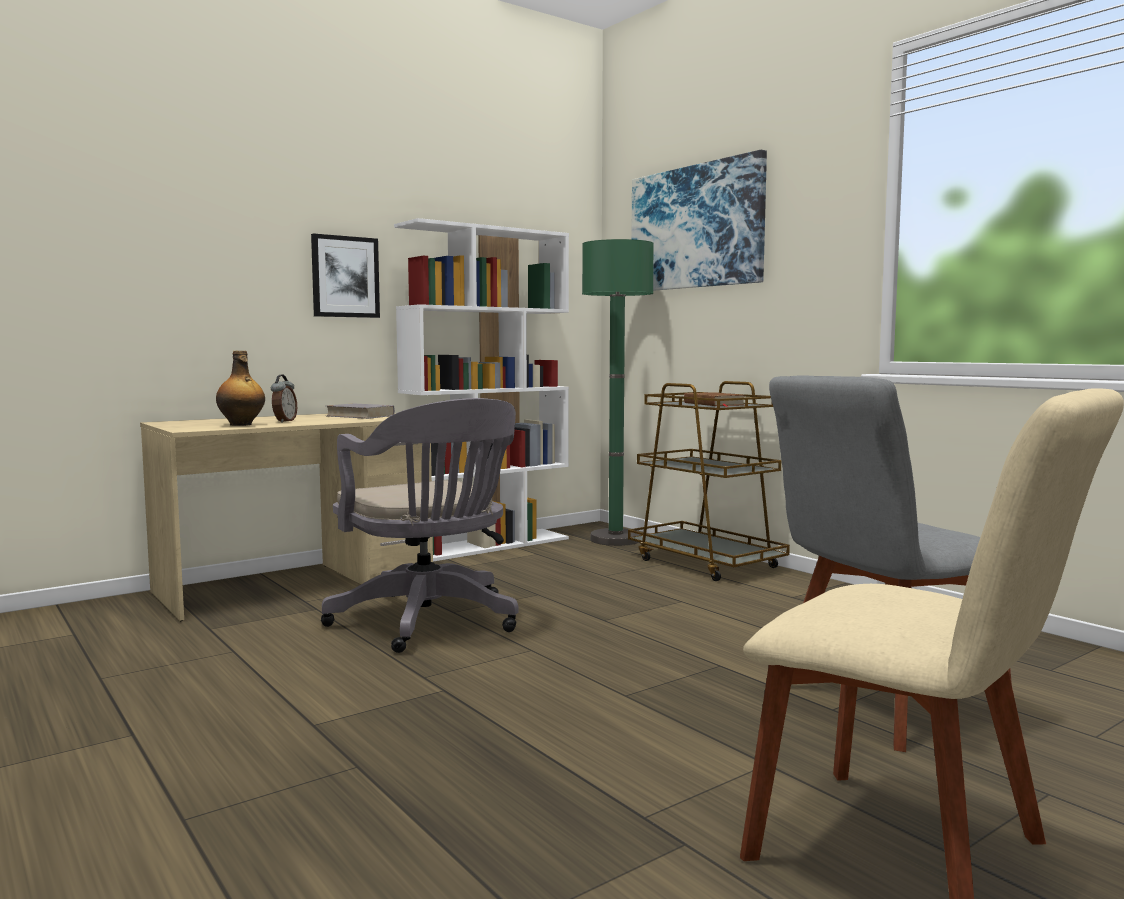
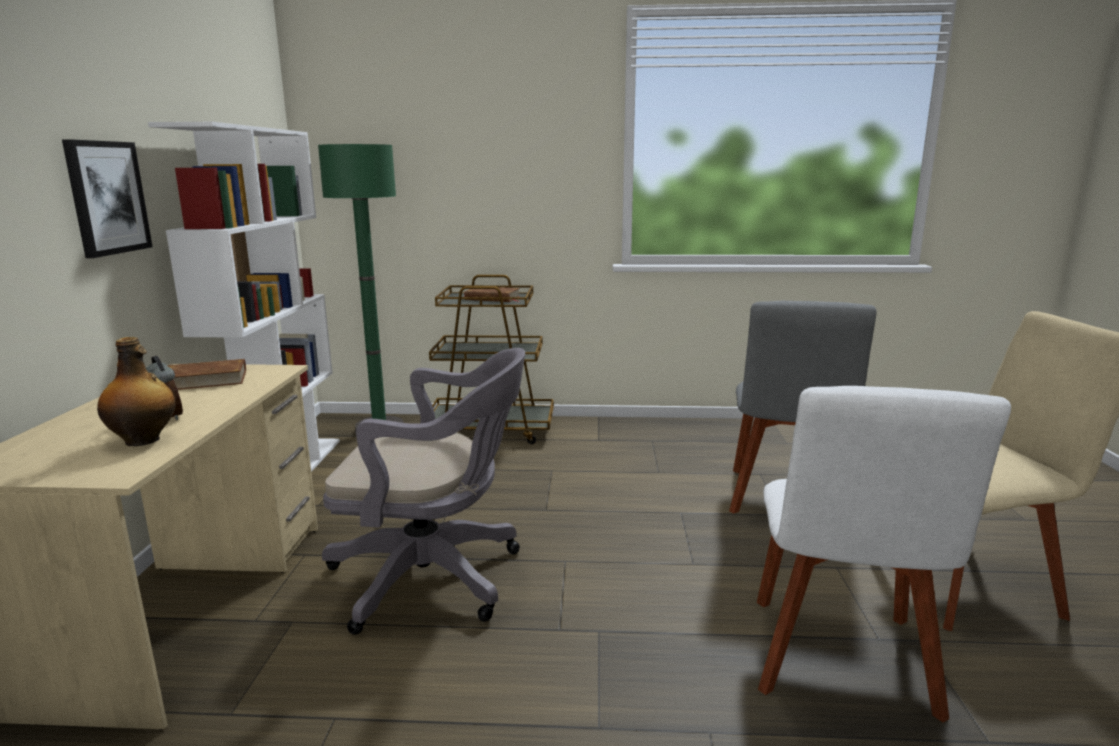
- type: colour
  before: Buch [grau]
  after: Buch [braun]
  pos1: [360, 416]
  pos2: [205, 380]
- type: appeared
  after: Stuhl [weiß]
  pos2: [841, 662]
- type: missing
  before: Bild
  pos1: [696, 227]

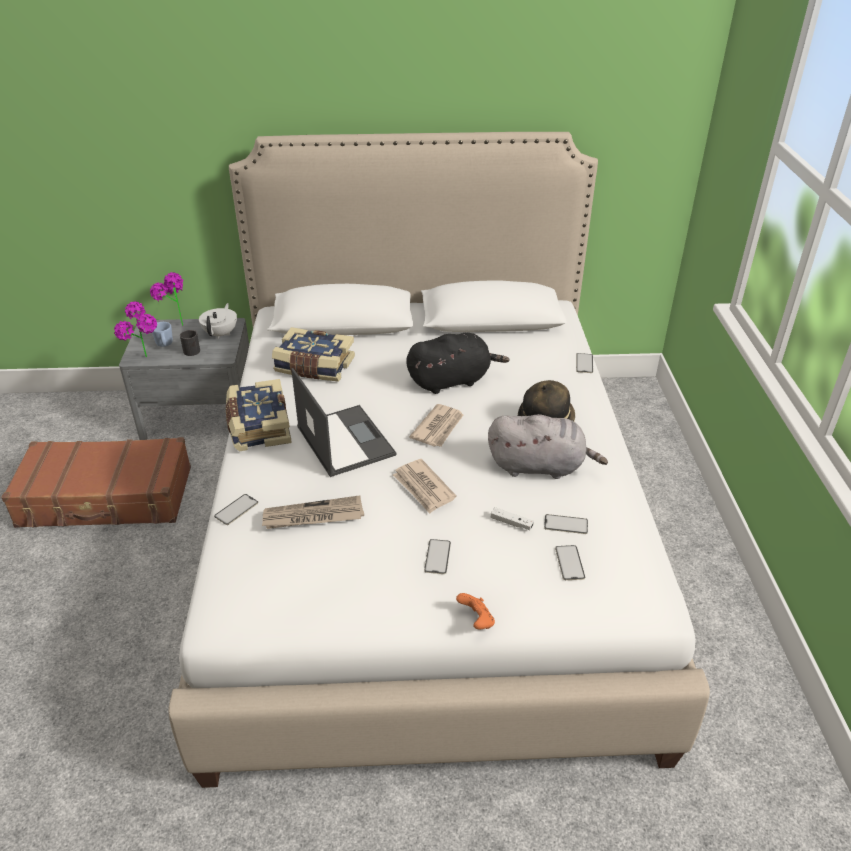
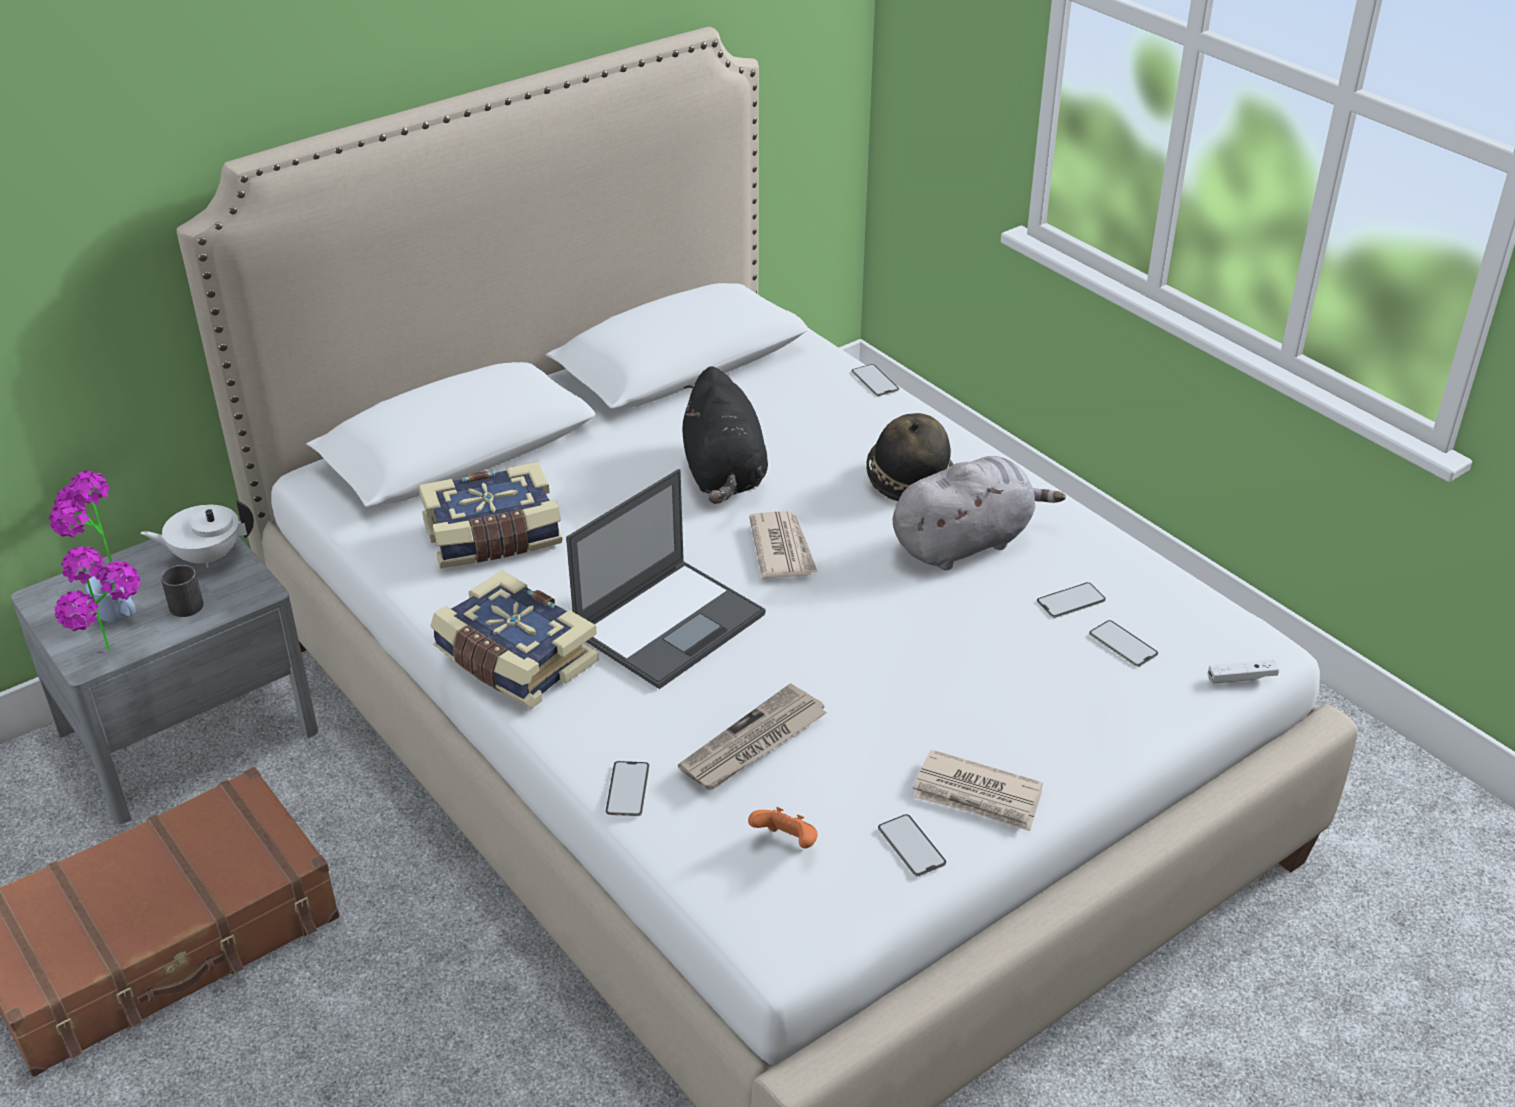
- type: spun
  before: Teekanne [weiß]
  pos1: [221, 334]
  pos2: [206, 556]
  turn: -75
- type: spun
  before: Laptop
  pos1: [344, 440]
  pos2: [670, 622]
  turn: 105
- type: spun
  before: Plüschtier [schwarz]
  pos1: [452, 380]
  pos2: [724, 475]
  turn: 135
- type: relocated
  before: Gamepad [orange]
  pos1: [476, 621]
  pos2: [786, 843]
- type: relocated
  before: Handy
  pos1: [437, 557]
  pos2: [911, 845]
- type: relocated
  before: Zeitung
  pos1: [423, 488]
  pos2: [978, 795]
- type: relocated
  before: Gamepad [weiß]
  pos1: [511, 523]
  pos2: [1241, 678]

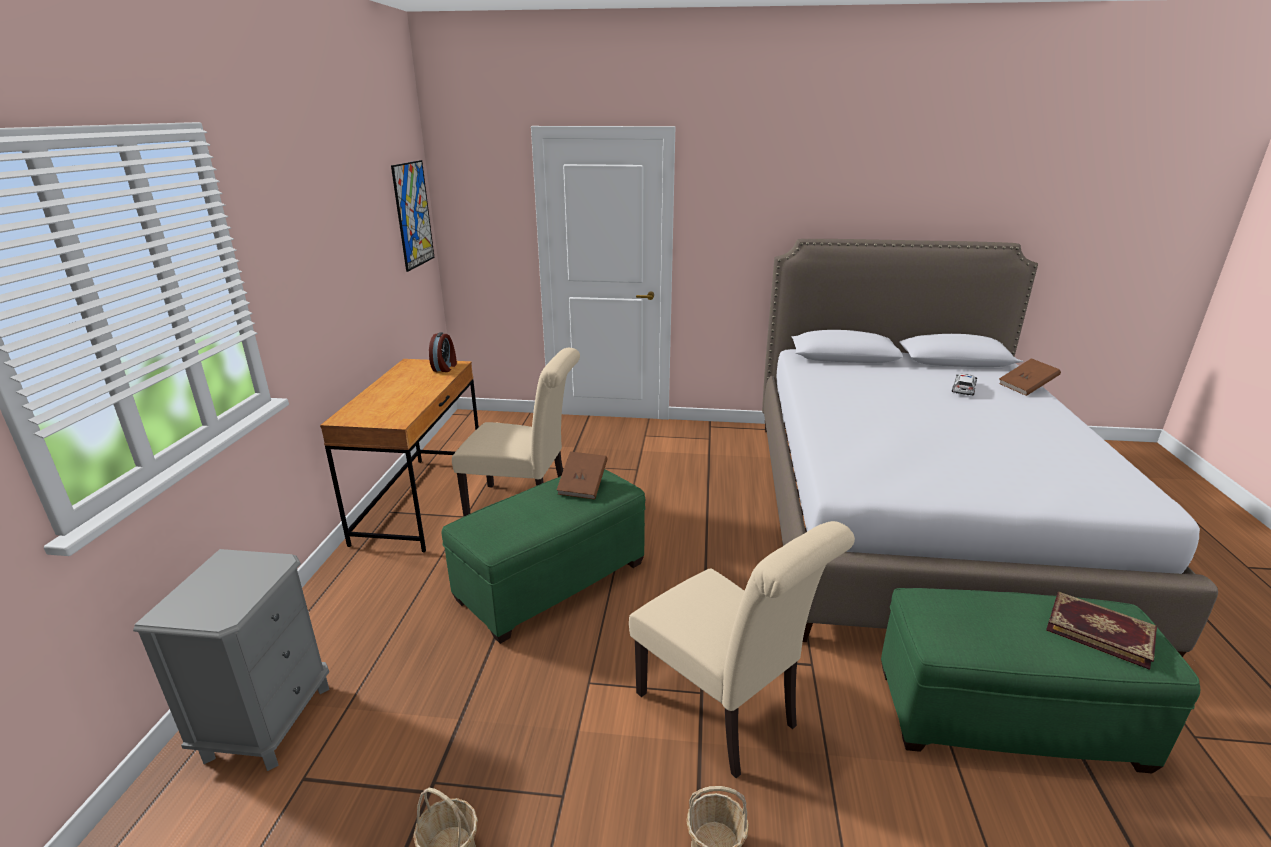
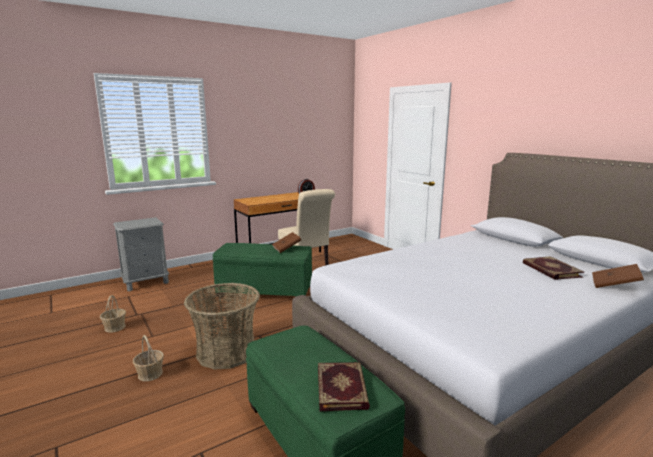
- type: exchanged
  before: Stuhl [beige]
  after: Korb
  pos1: [723, 714]
  pos2: [226, 352]
- type: exchanged
  before: Spielzeugauto
  after: Buch
  pos1: [963, 388]
  pos2: [550, 270]
- type: missing
  before: Bild
  pos1: [413, 215]

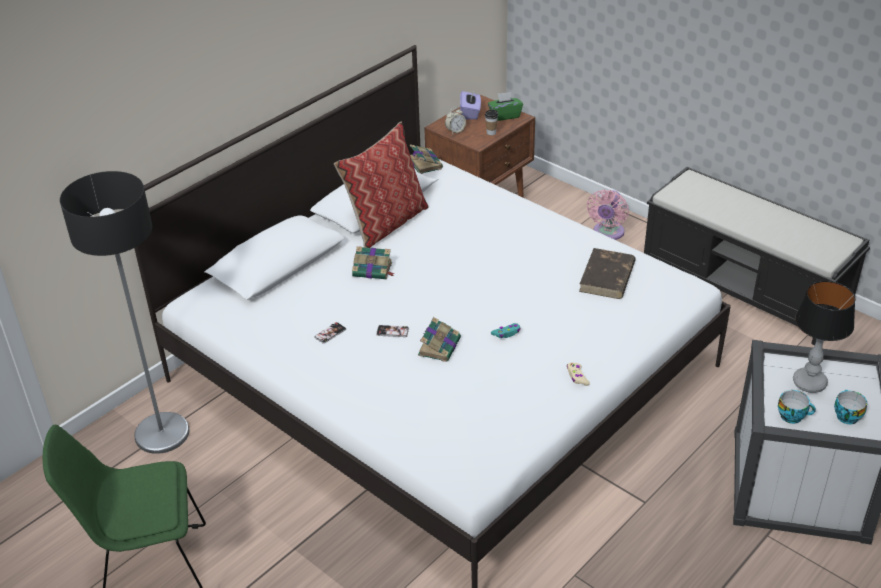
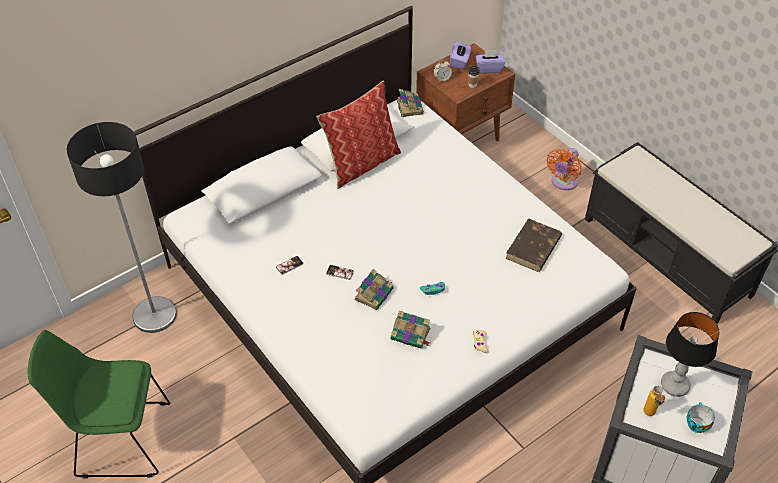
- type: relocated
  before: Buch
  pos1: [373, 270]
  pos2: [411, 334]
- type: colour
  before: Taschentuchbox [grün]
  after: Taschentuchbox [lila]
  pos1: [505, 116]
  pos2: [489, 69]
- type: colour
  before: Ventilator [rosa]
  after: Ventilator [orange]
  pos1: [607, 233]
  pos2: [563, 182]
- type: exchanged
  before: Tasse
  after: Flasche
  pos1: [792, 416]
  pos2: [650, 415]

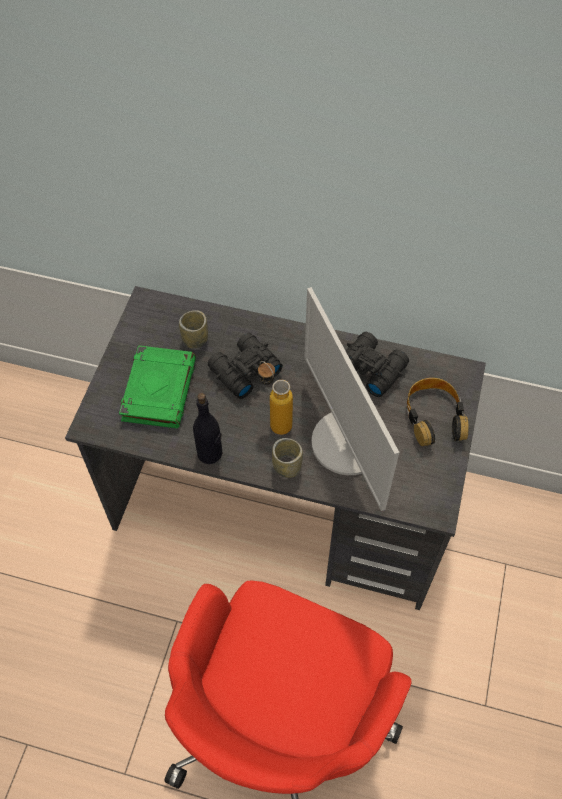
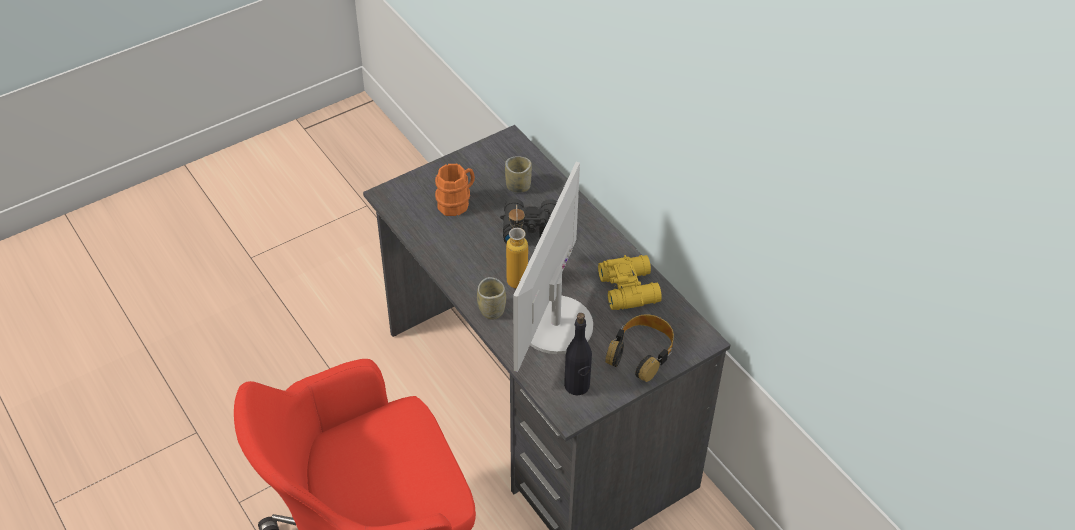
- type: exchanged
  before: Buch [grün]
  after: Henkelbecher [orange]
  pos1: [159, 389]
  pos2: [457, 202]
- type: relocated
  before: Flasche [schwarz]
  pos1: [210, 453]
  pos2: [577, 386]
- type: colour
  before: Fernglas [schwarz]
  after: Fernglas [gelb]
  pos1: [370, 368]
  pos2: [630, 288]

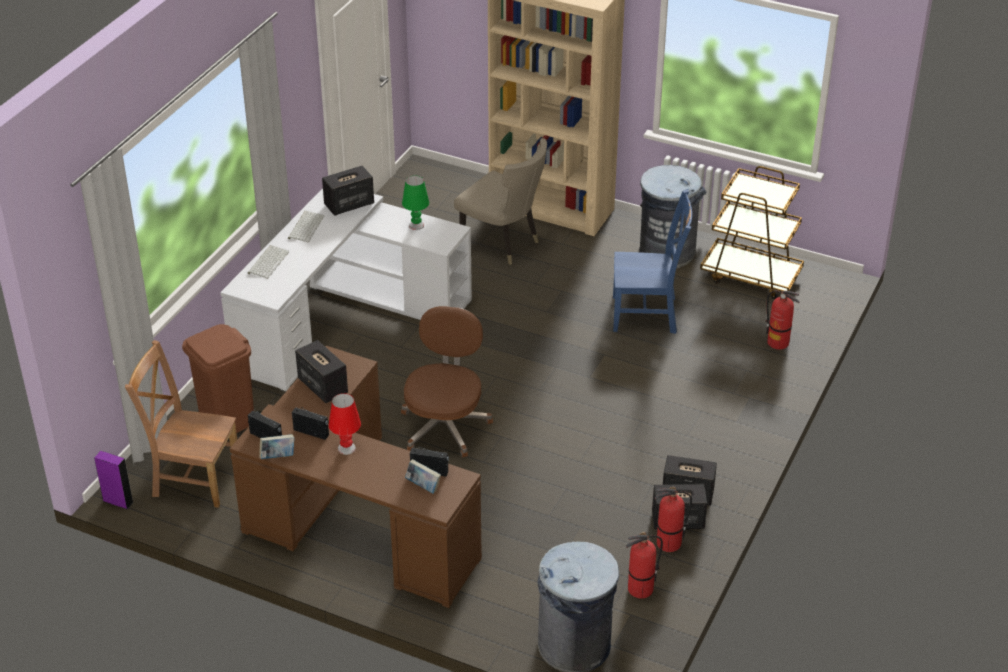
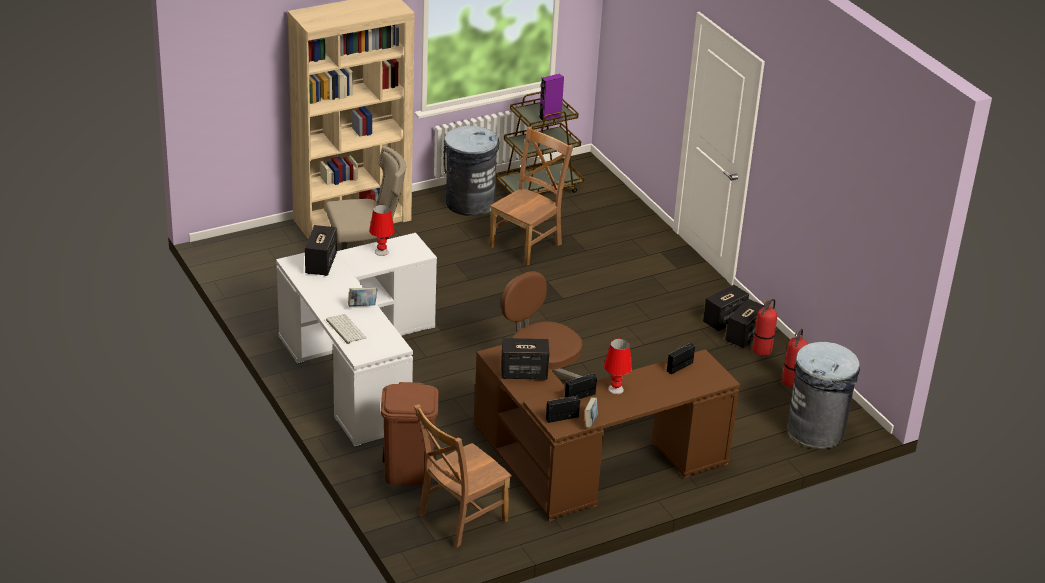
- type: relocated
  before: Buch
  pos1: [423, 486]
  pos2: [362, 306]
- type: colour
  before: Tischlampe [grün]
  after: Tischlampe [rot]
  pos1: [416, 225]
  pos2: [381, 252]
- type: colour
  before: Stuhl [blau]
  after: Stuhl [braun]
  pos1: [647, 315]
  pos2: [527, 244]
- type: relocated
  before: Lautsprecher [lila]
  pos1: [118, 501]
  pos2: [550, 117]
- type: missing
  before: Tastatur
  pos1: [305, 226]
- type: missing
  before: Feuerlöscher
  pos1: [778, 343]

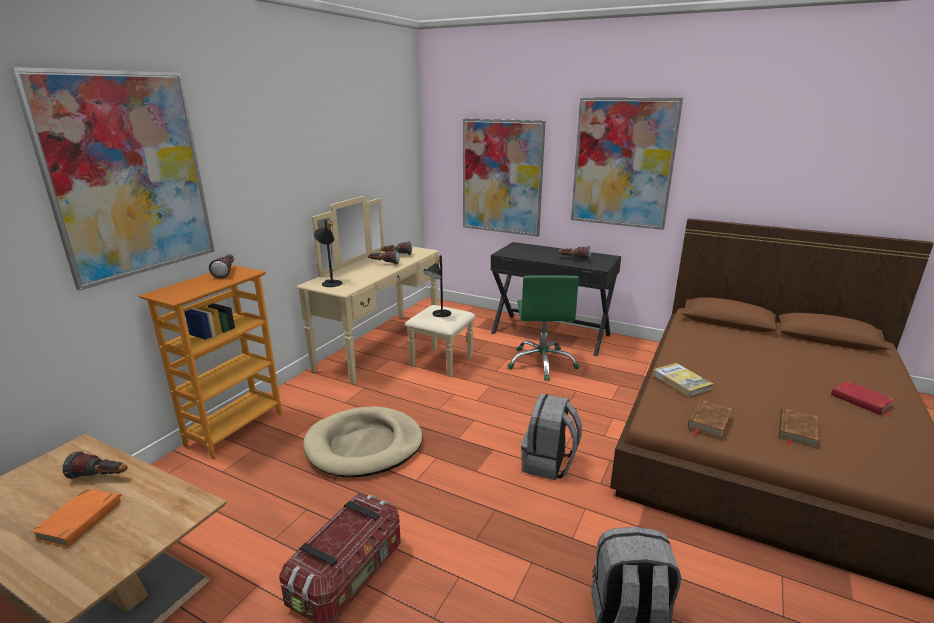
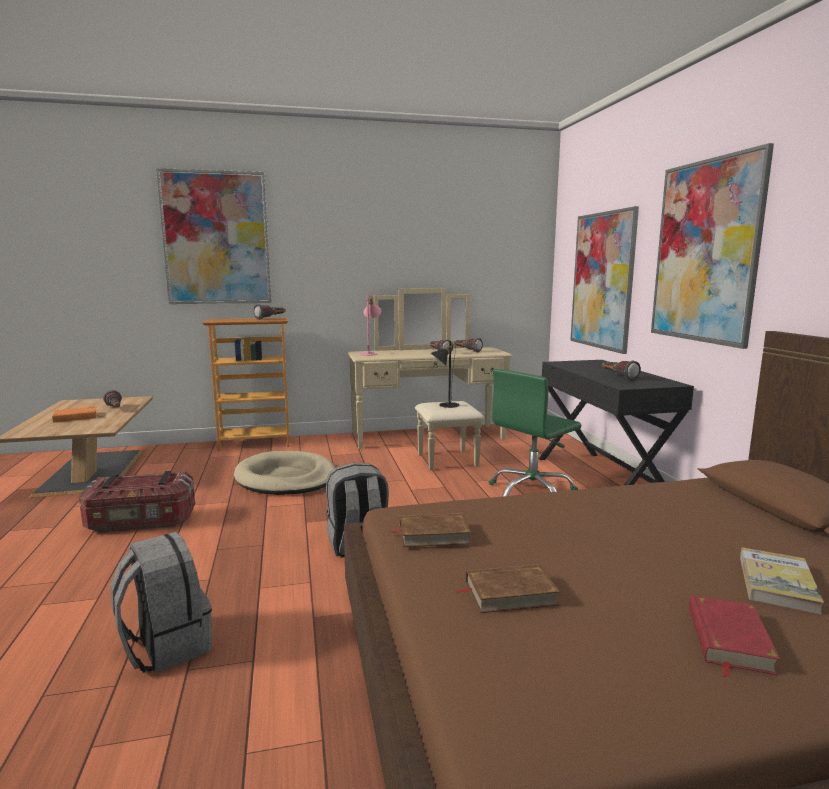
- type: colour
  before: Tischlampe [schwarz]
  after: Tischlampe [rosa]
  pos1: [331, 282]
  pos2: [370, 353]
- type: relocated
  before: Buch
  pos1: [681, 381]
  pos2: [777, 583]

